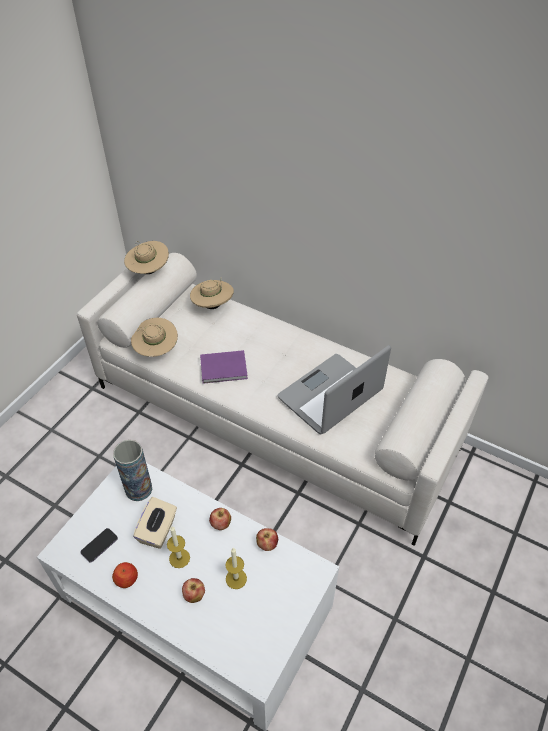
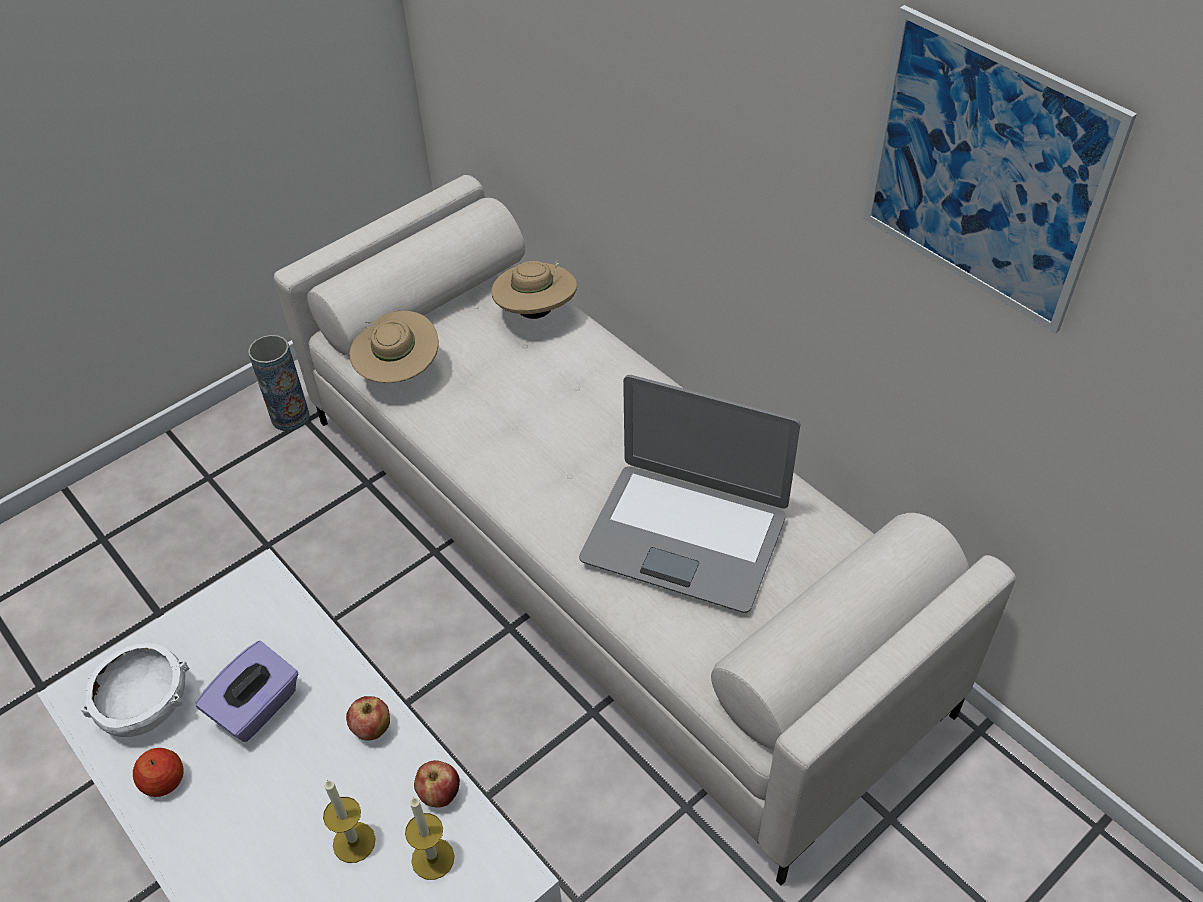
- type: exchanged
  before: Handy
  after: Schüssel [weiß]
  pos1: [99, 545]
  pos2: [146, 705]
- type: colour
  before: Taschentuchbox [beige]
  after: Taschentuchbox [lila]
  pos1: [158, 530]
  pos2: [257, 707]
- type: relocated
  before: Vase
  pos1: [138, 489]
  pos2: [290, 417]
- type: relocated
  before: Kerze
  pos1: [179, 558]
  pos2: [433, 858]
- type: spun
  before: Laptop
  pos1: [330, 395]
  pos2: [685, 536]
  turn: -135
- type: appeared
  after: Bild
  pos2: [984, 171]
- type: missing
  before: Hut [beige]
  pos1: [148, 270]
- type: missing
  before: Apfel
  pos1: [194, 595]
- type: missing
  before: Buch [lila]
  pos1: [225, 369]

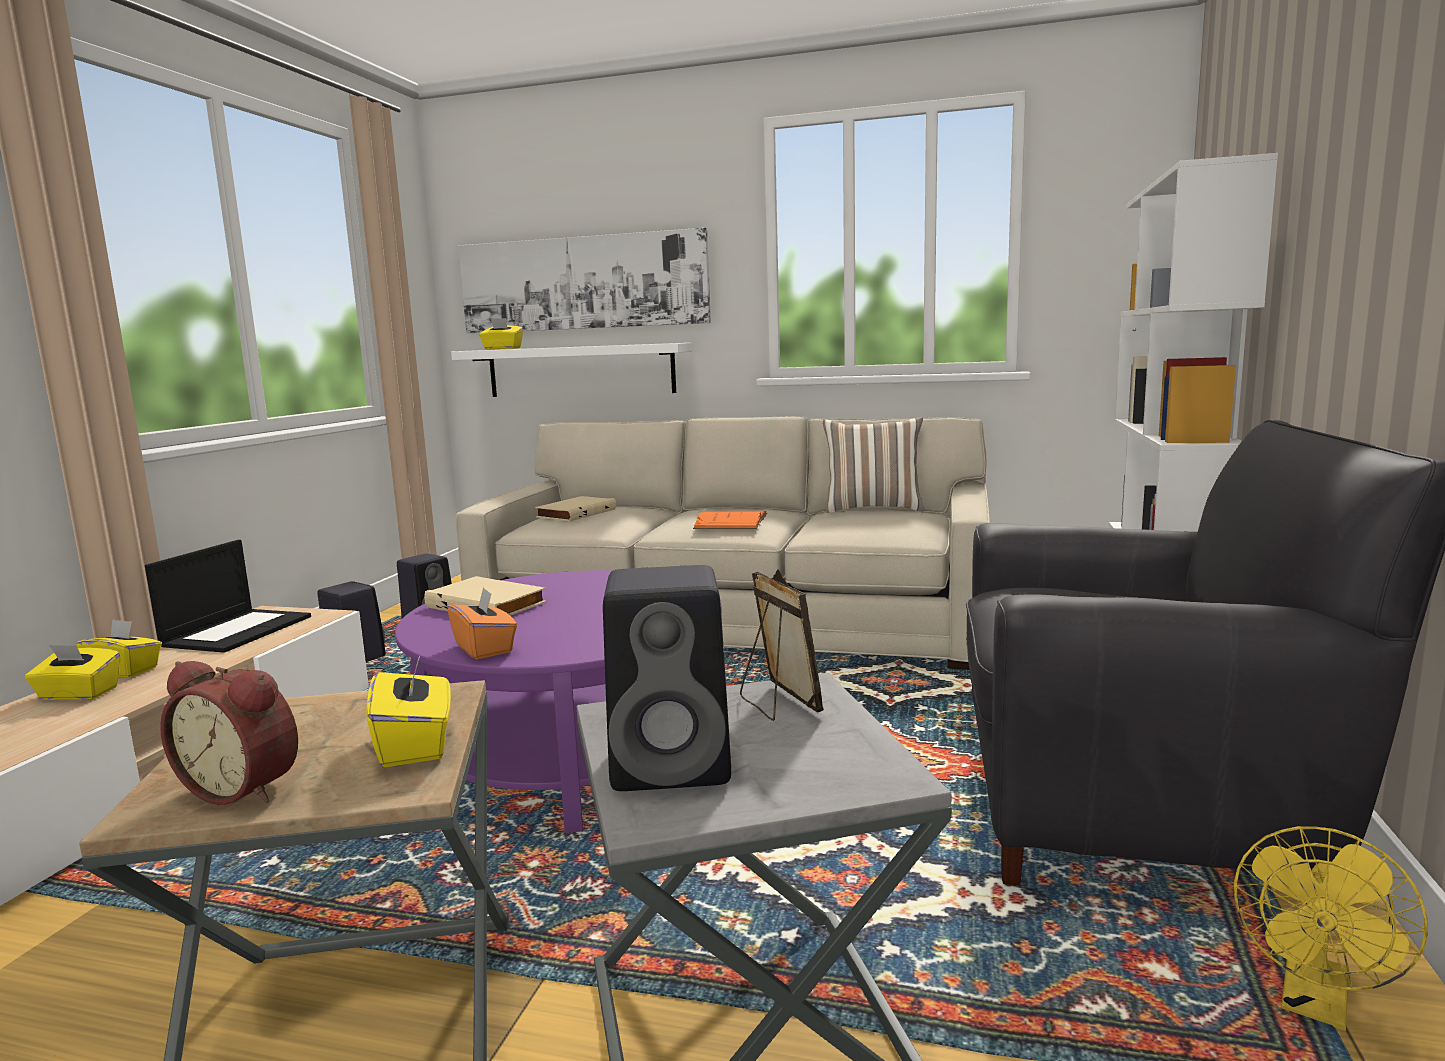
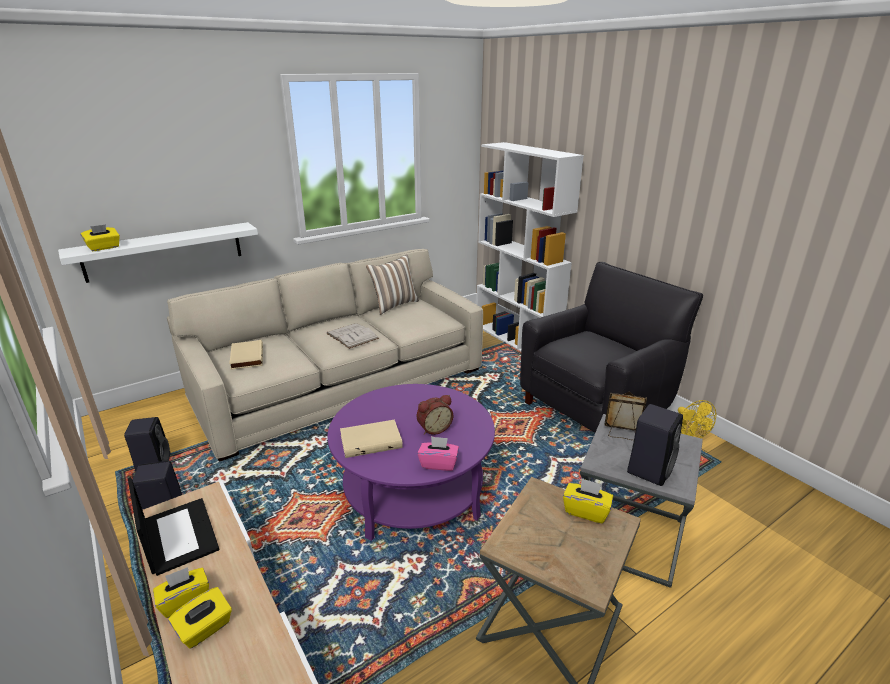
- type: colour
  before: Buch [orange]
  after: Buch [weiß]
  pos1: [731, 521]
  pos2: [352, 336]
- type: relocated
  before: Wecker
  pos1: [245, 787]
  pos2: [434, 428]
- type: colour
  before: Taschentuchbox [orange]
  after: Taschentuchbox [rosa]
  pos1: [485, 648]
  pos2: [438, 463]
- type: missing
  before: Bild
  pos1: [582, 283]

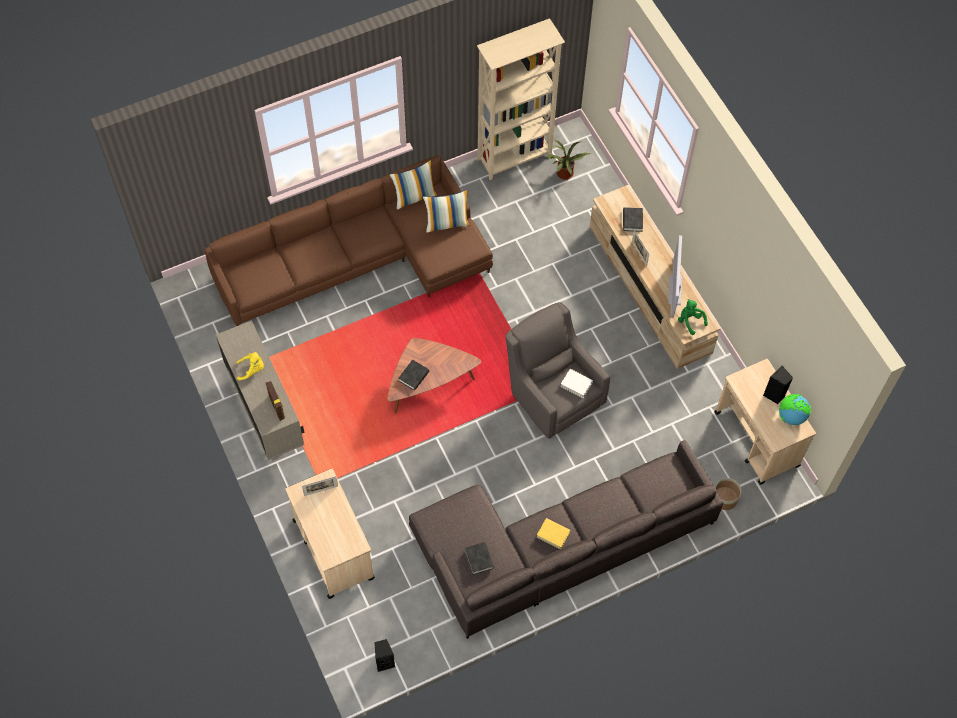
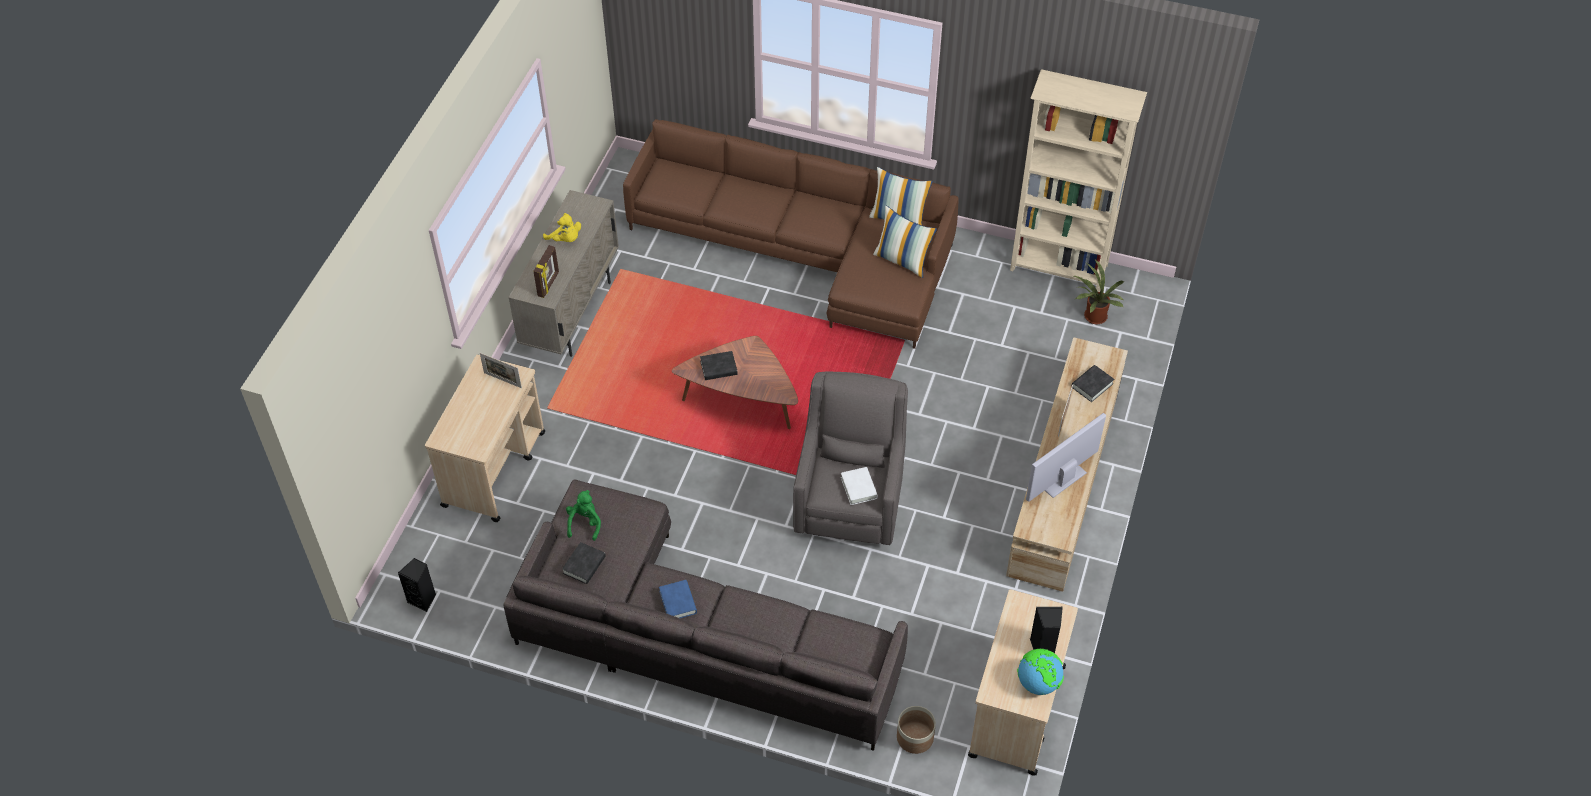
- type: relocated
  before: Plüschtier [grün]
  pos1: [690, 321]
  pos2: [585, 523]
- type: colour
  before: Buch [gelb]
  after: Buch [blau]
  pos1: [553, 534]
  pos2: [678, 602]

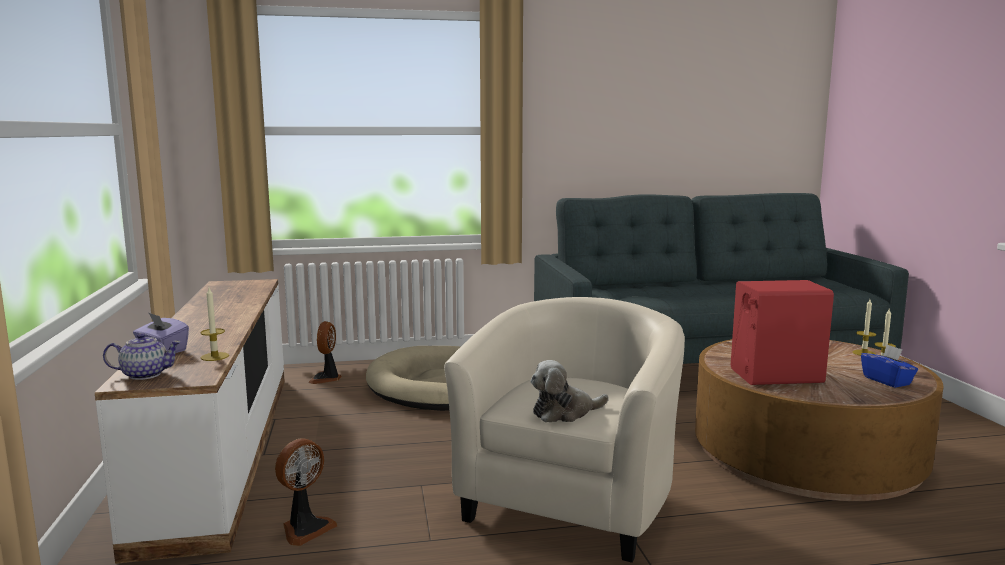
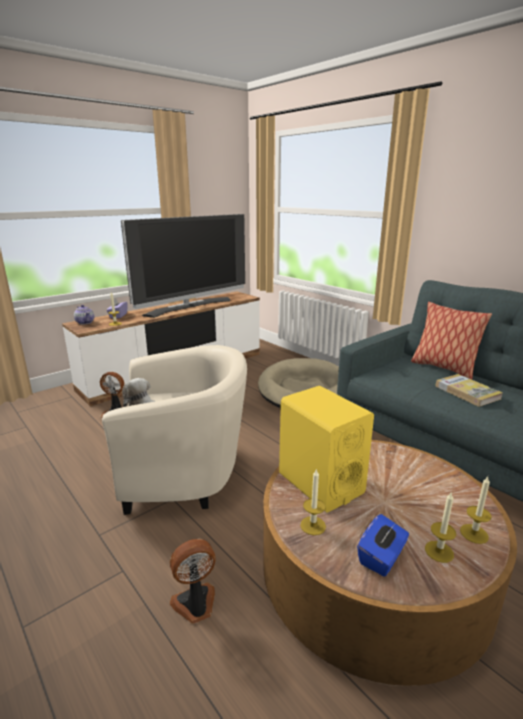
- type: appeared
  after: Fernseher
  pos2: [189, 307]
- type: relocated
  before: Ventilator
  pos1: [326, 378]
  pos2: [195, 605]
- type: colour
  before: Lautsprecher [rot]
  after: Lautsprecher [gelb]
  pos1: [775, 376]
  pos2: [320, 483]
- type: appeared
  after: Kerze
  pos2: [313, 525]
- type: appeared
  after: Kissen
  pos2: [443, 368]
- type: appeared
  after: Buch
  pos2: [467, 392]

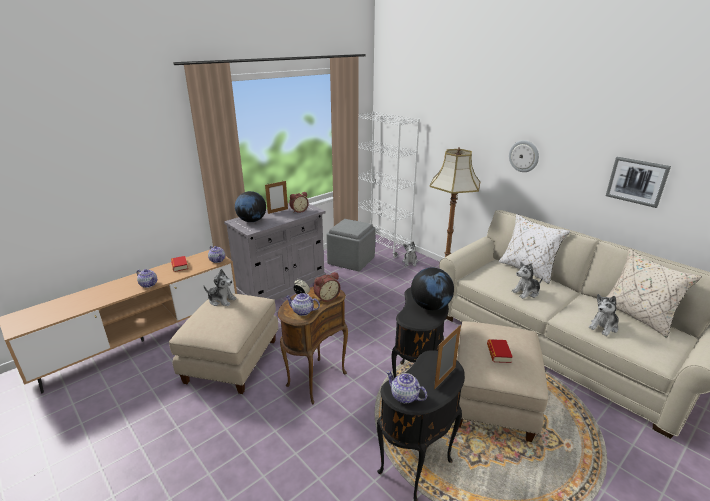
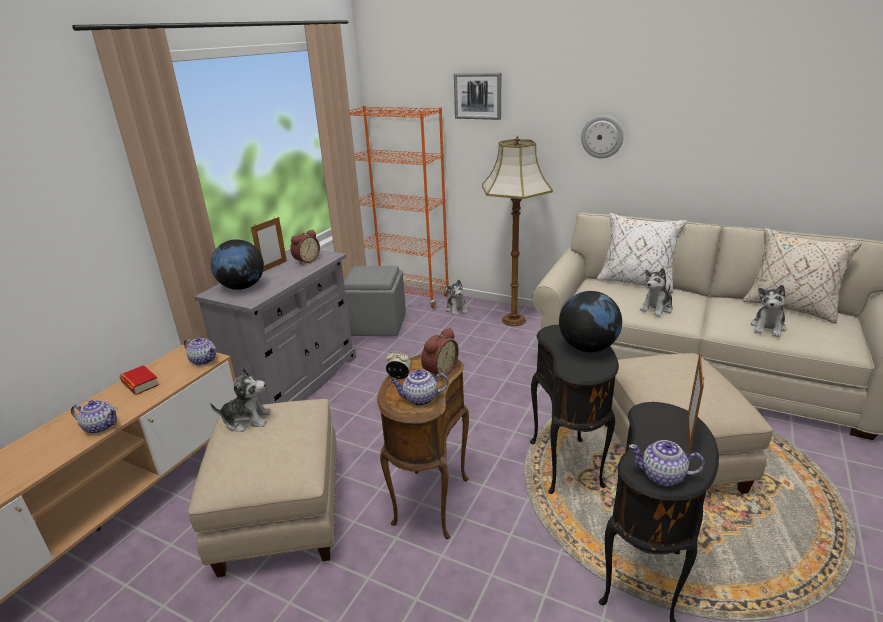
- type: colour
  before: Bücherregal [weiß]
  after: Bücherregal [orange]
  pos1: [382, 245]
  pos2: [405, 295]
- type: relocated
  before: Bild
  pos1: [637, 181]
  pos2: [478, 96]
- type: missing
  before: Buch
  pos1: [498, 353]

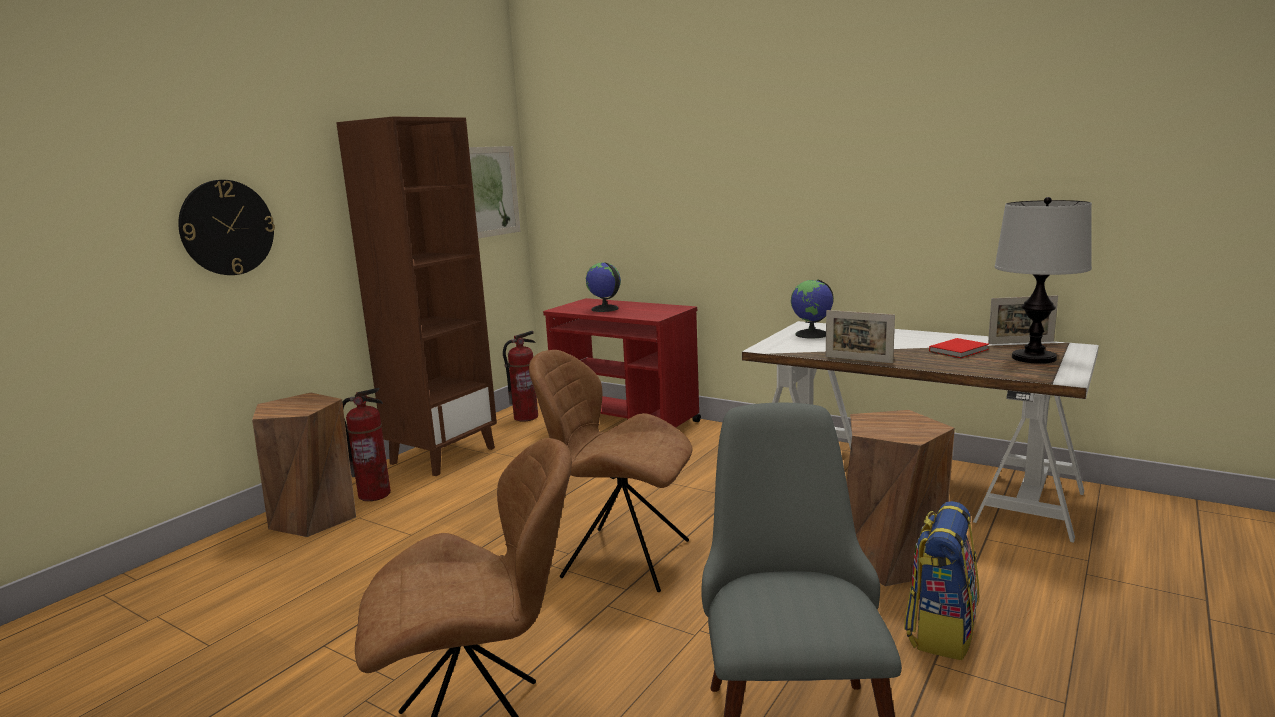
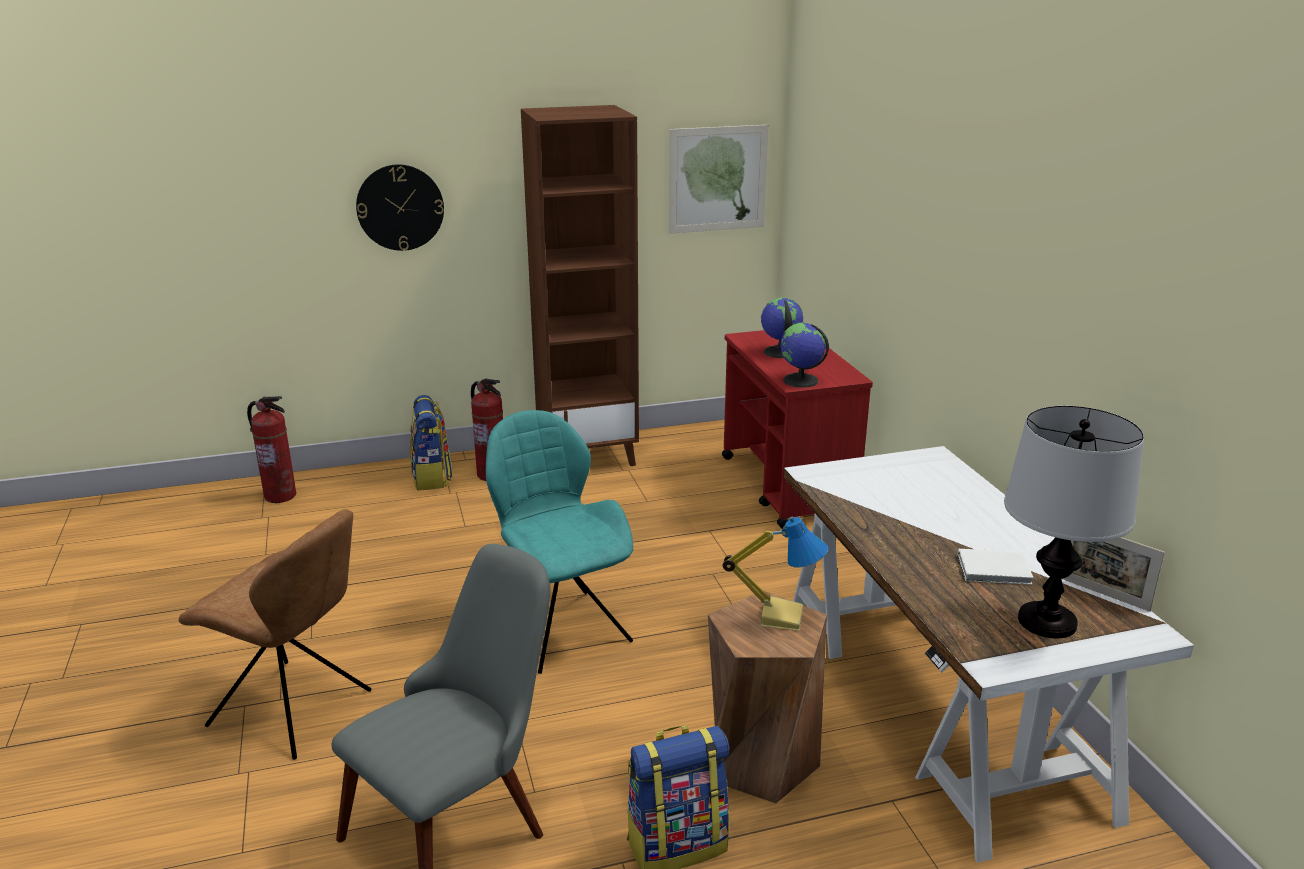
- type: relocated
  before: Feuerlöscher
  pos1: [526, 417]
  pos2: [280, 496]
- type: exchanged
  before: Hocker [braun]
  after: Rucksack
  pos1: [314, 517]
  pos2: [432, 477]
- type: colour
  before: Stuhl [braun]
  after: Stuhl [türkis]
  pos1: [621, 558]
  pos2: [561, 628]
- type: appeared
  after: Tischlampe
  pos2: [781, 616]
- type: relocated
  before: Globus
  pos1: [812, 334]
  pos2: [800, 381]
- type: colour
  before: Buch [rot]
  after: Buch [weiß]
  pos1: [960, 350]
  pos2: [996, 570]
- type: missing
  before: Bilderrahmen
  pos1: [858, 359]

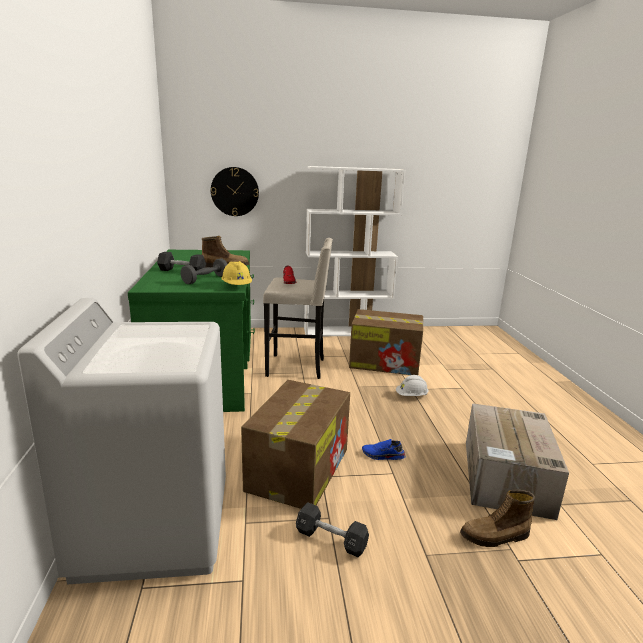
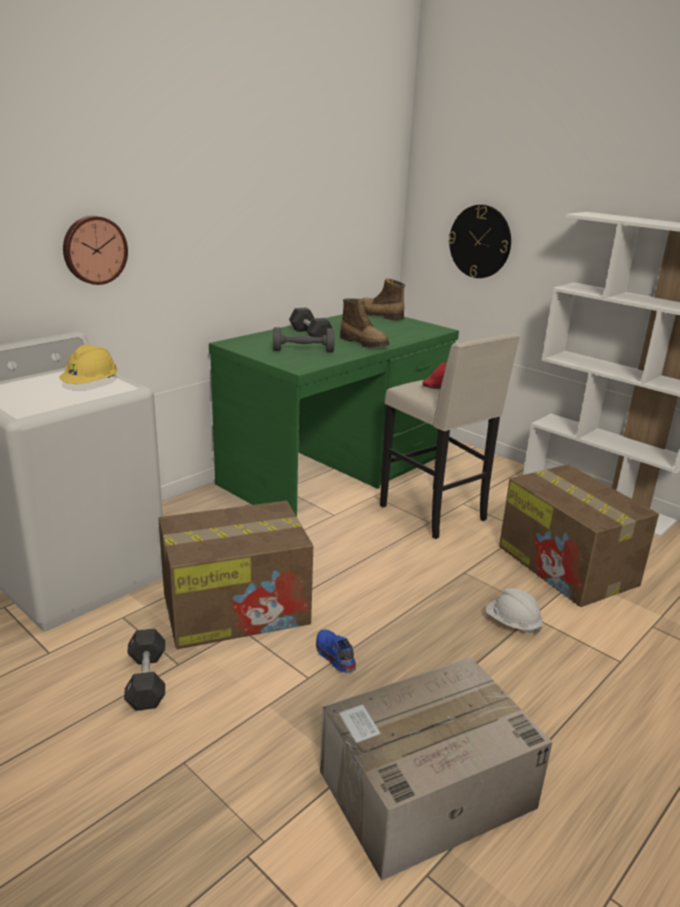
- type: relocated
  before: Schutzhelm [gelb]
  pos1: [237, 286]
  pos2: [91, 385]
- type: appeared
  after: Wanduhr
  pos2: [94, 250]
- type: relocated
  before: Stiefel
  pos1: [495, 536]
  pos2: [379, 315]

